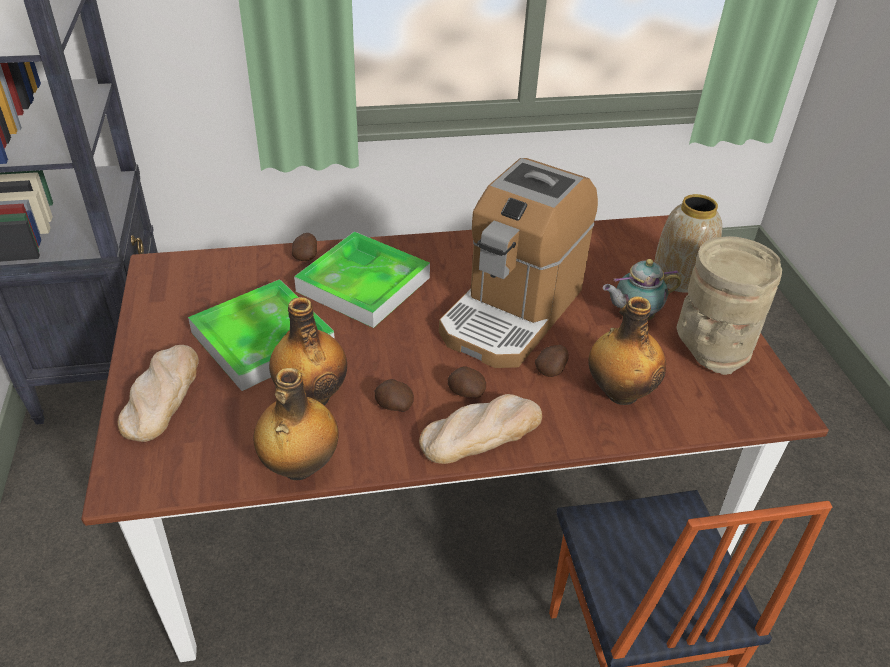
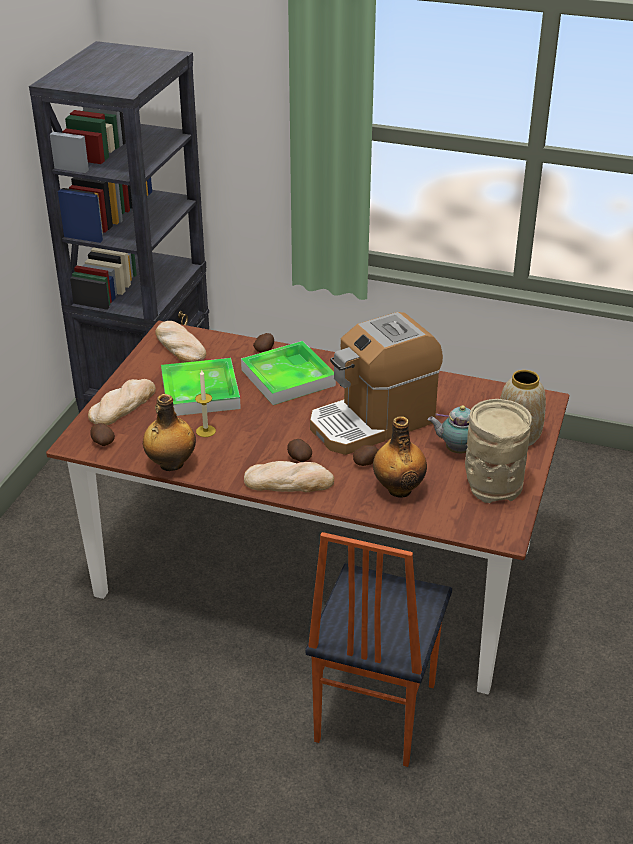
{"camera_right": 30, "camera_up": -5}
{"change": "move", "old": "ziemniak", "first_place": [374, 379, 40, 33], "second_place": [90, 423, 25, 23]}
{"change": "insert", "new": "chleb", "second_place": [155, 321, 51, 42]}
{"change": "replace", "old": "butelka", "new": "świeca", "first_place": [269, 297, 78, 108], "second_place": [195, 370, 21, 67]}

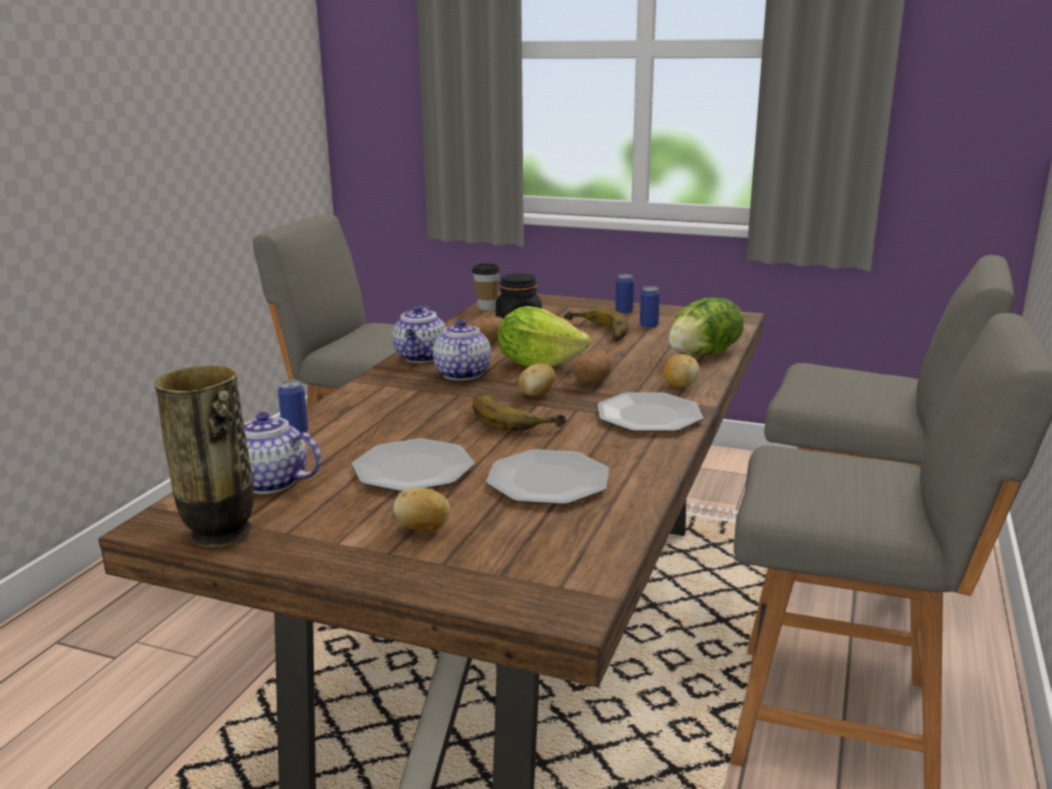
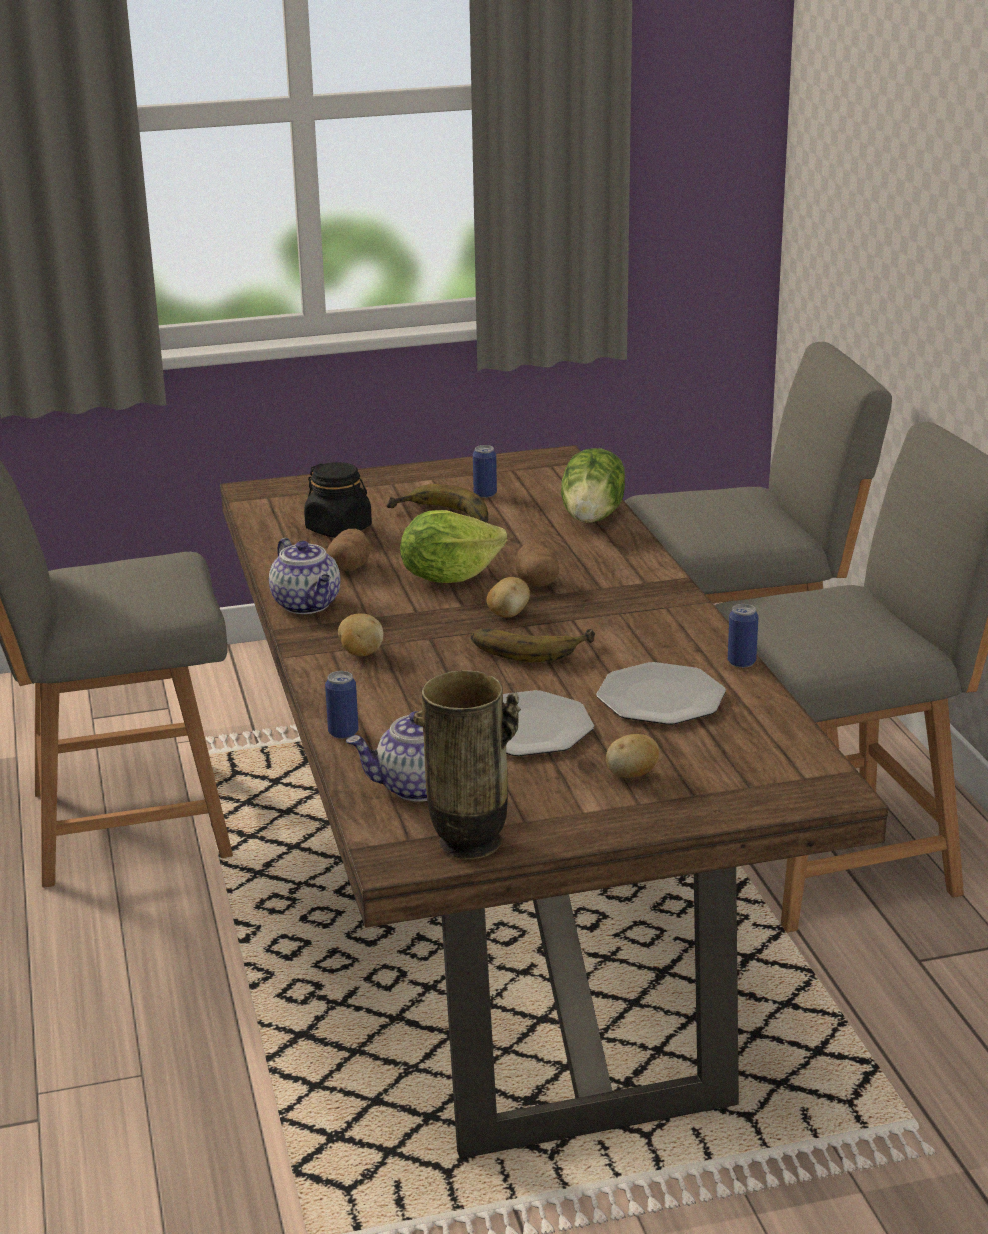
{"camera_right": -35, "camera_up": 5}
{"change": "move", "old": "ziemniak", "first_place": [663, 354, 36, 34], "second_place": [338, 613, 46, 43]}
{"change": "move", "old": "puszka", "first_place": [615, 274, 19, 40], "second_place": [728, 604, 31, 64]}
{"change": "delete", "old": "imbryk", "first_place": [433, 319, 58, 62]}
{"change": "delete", "old": "filiżanka", "first_place": [472, 263, 29, 47]}
{"change": "delete", "old": "talerz", "first_place": [597, 392, 106, 40]}

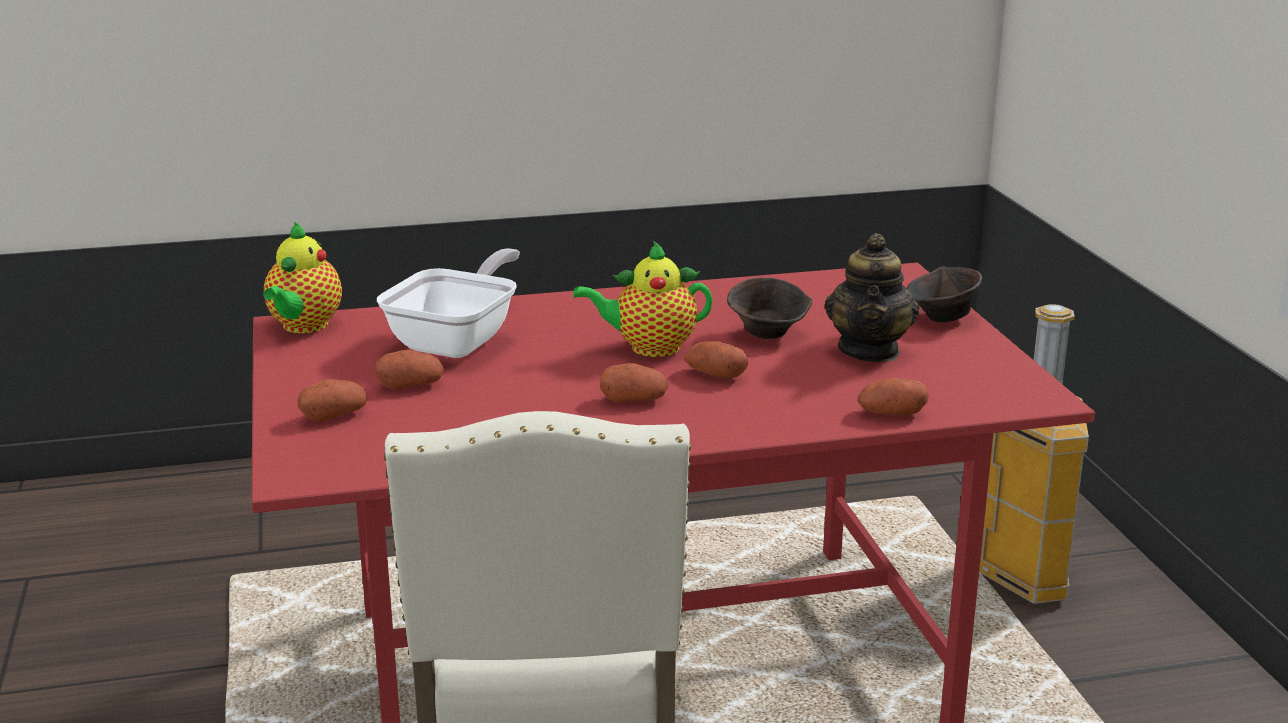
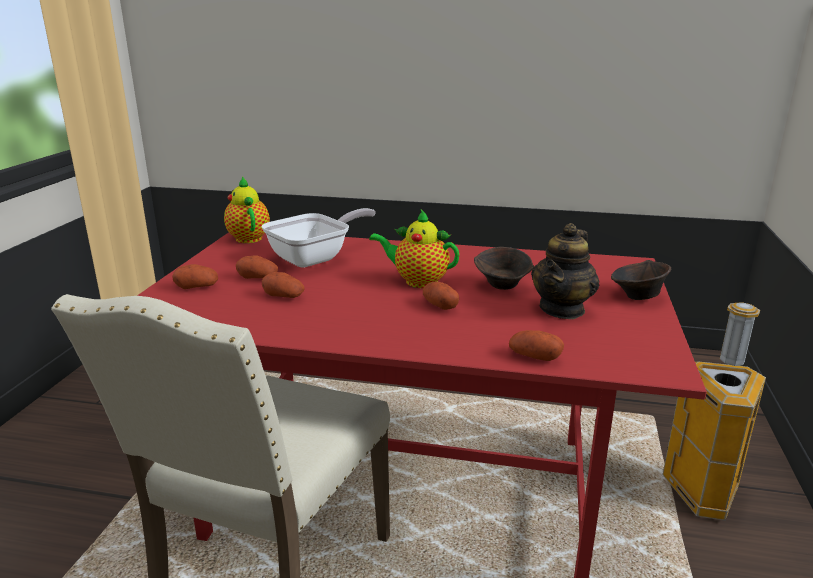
{"camera_right": 25, "camera_up": 0}
{"change": "rotate", "old": "imbryk", "first_place": [263, 222, 79, 111], "second_place": [224, 176, 46, 67], "degrees": 120}
{"change": "move", "old": "ziemniak", "first_place": [600, 363, 68, 39], "second_place": [262, 272, 43, 26]}

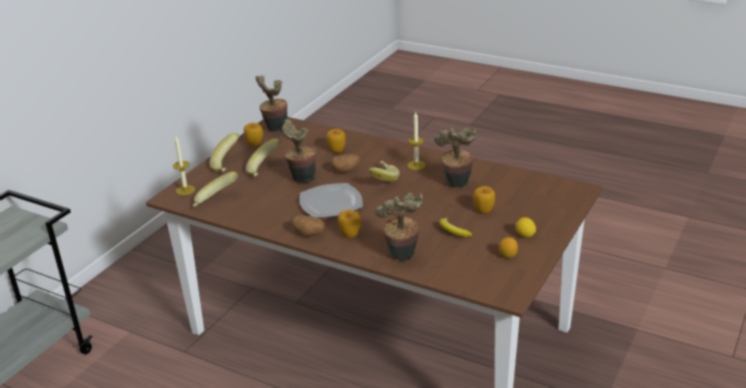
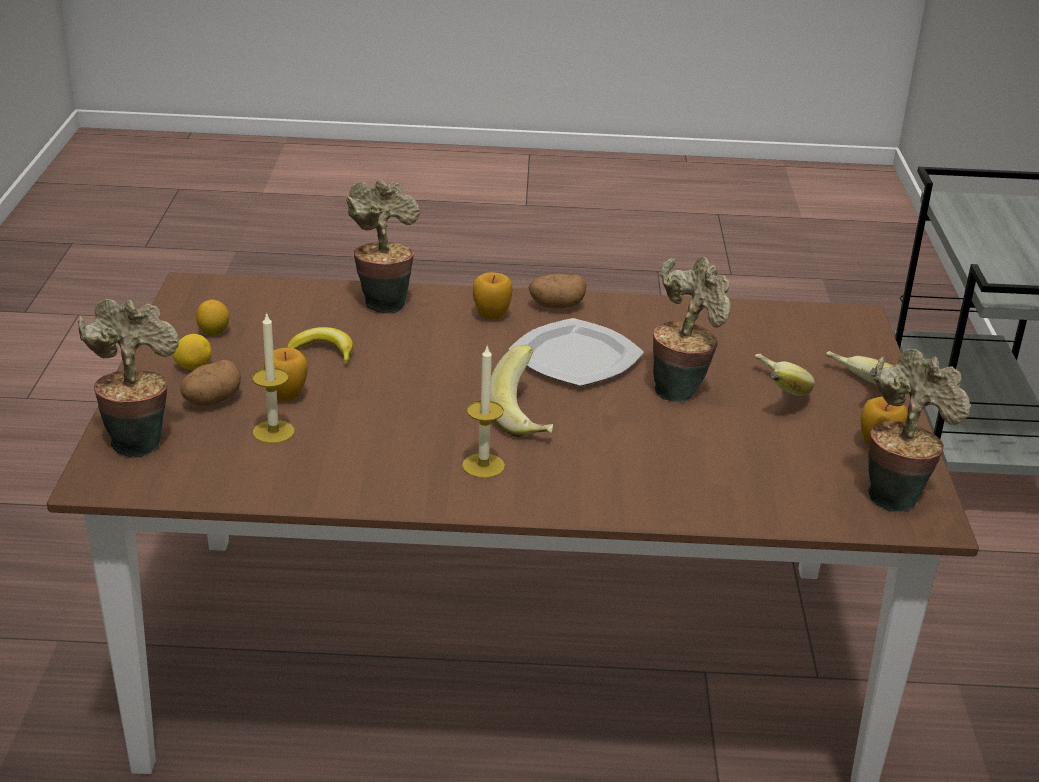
{"camera_right": 150, "camera_up": 0}
{"change": "move", "old": "roślina doniczkowa", "first_place": [434, 127, 43, 60], "second_place": [78, 299, 101, 158]}
{"change": "move", "old": "ziemniak", "first_place": [331, 154, 29, 18], "second_place": [180, 360, 61, 46]}
{"change": "move", "old": "świeca", "first_place": [173, 136, 22, 59], "second_place": [252, 312, 43, 132]}
{"change": "delete", "old": "banan", "first_place": [193, 171, 45, 36]}
{"change": "delete", "old": "jabłko", "first_place": [326, 129, 20, 24]}

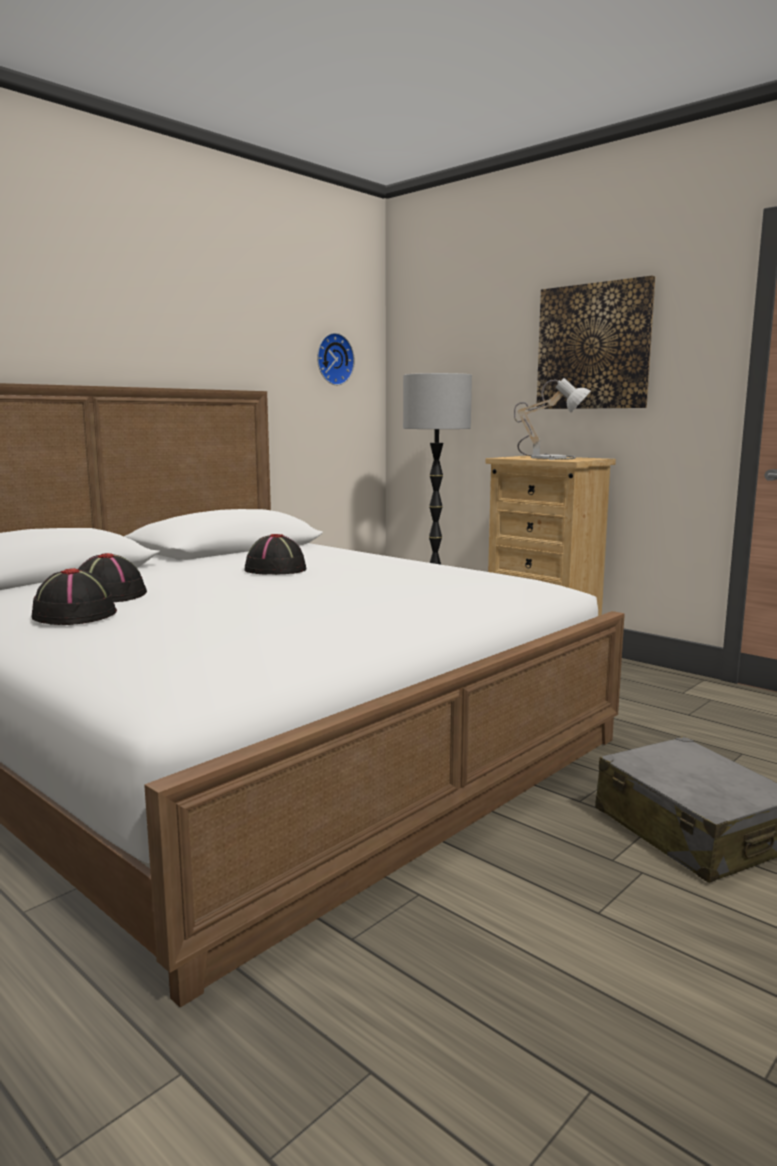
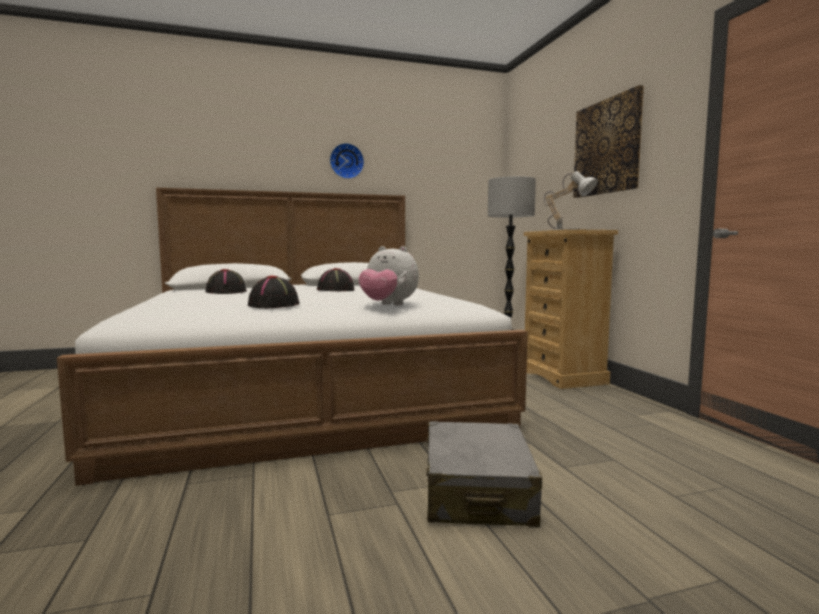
{"camera_right": 30, "camera_up": -5}
{"change": "move", "old": "kapelusz [czarny]", "first_place": [31, 568, 86, 57], "second_place": [248, 276, 52, 32]}
{"change": "move", "old": "zegar ścienny", "first_place": [317, 333, 38, 52], "second_place": [330, 143, 34, 36]}
{"change": "insert", "new": "pluszak", "second_place": [359, 246, 60, 60]}

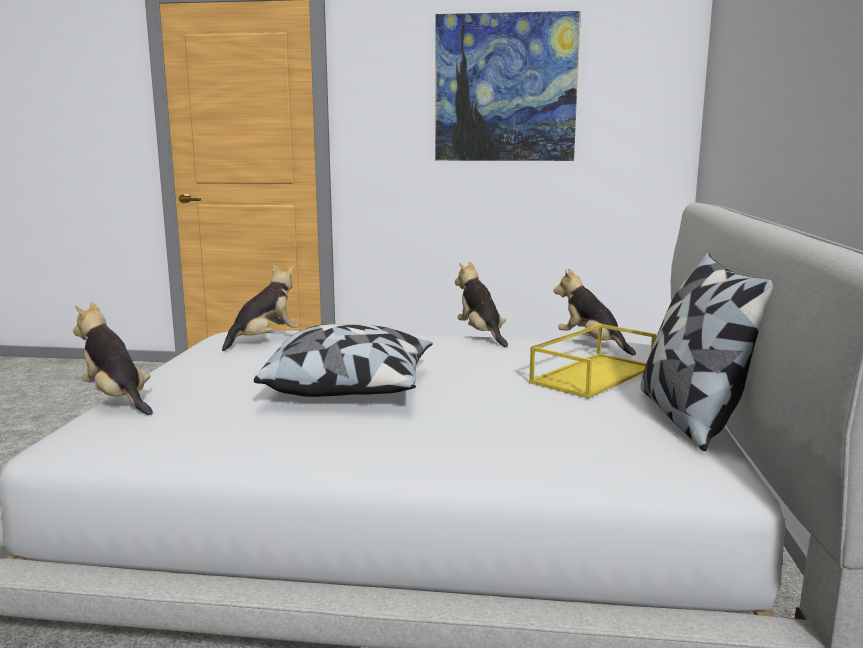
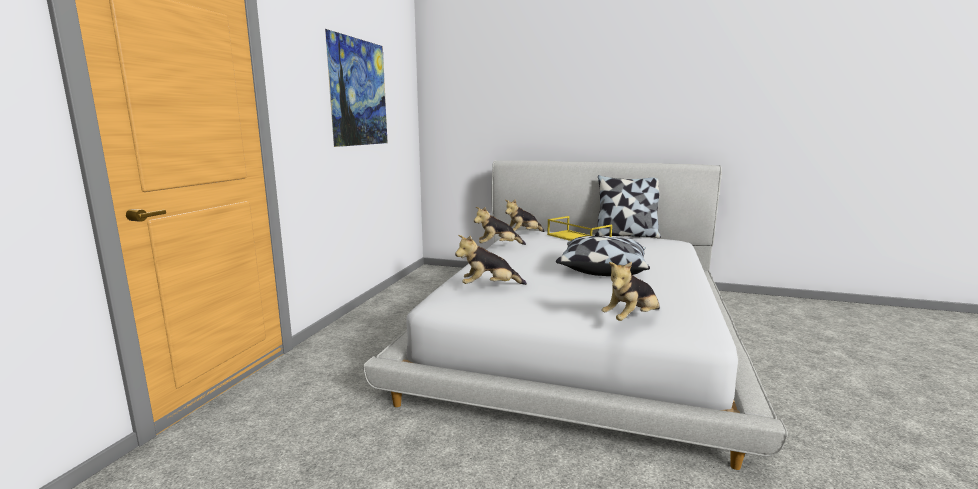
{"camera_right": -80, "camera_up": 0}
{"change": "rotate", "old": "pluszak", "first_place": [222, 264, 77, 87], "second_place": [455, 235, 72, 50], "degrees": -60}

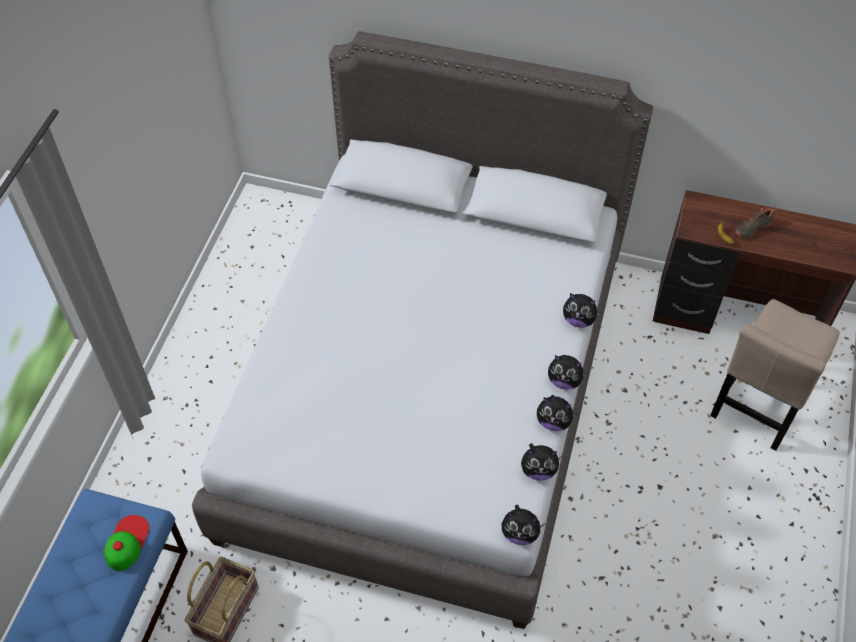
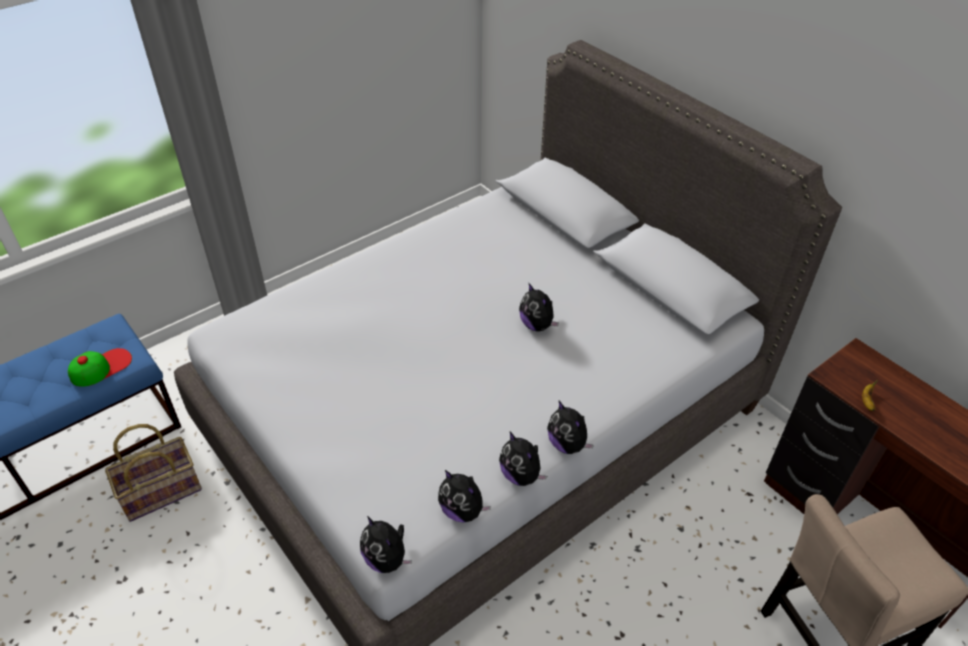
{"camera_right": 35, "camera_up": -10}
{"change": "move", "old": "pluszak", "first_place": [563, 293, 39, 35], "second_place": [519, 282, 40, 50]}
{"change": "delete", "old": "but [czarny]", "first_place": [735, 207, 41, 31]}

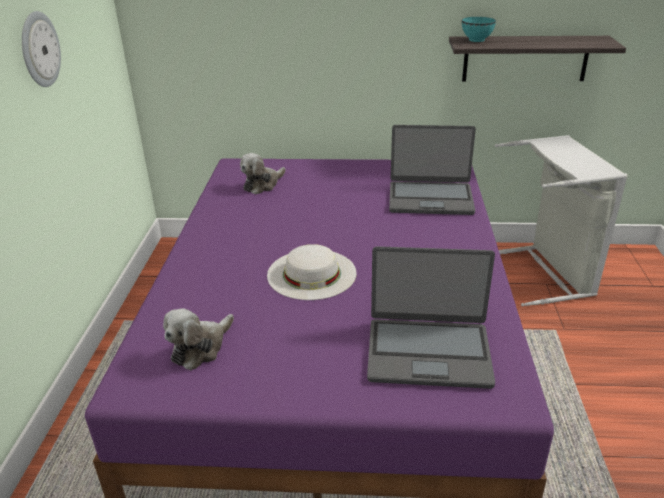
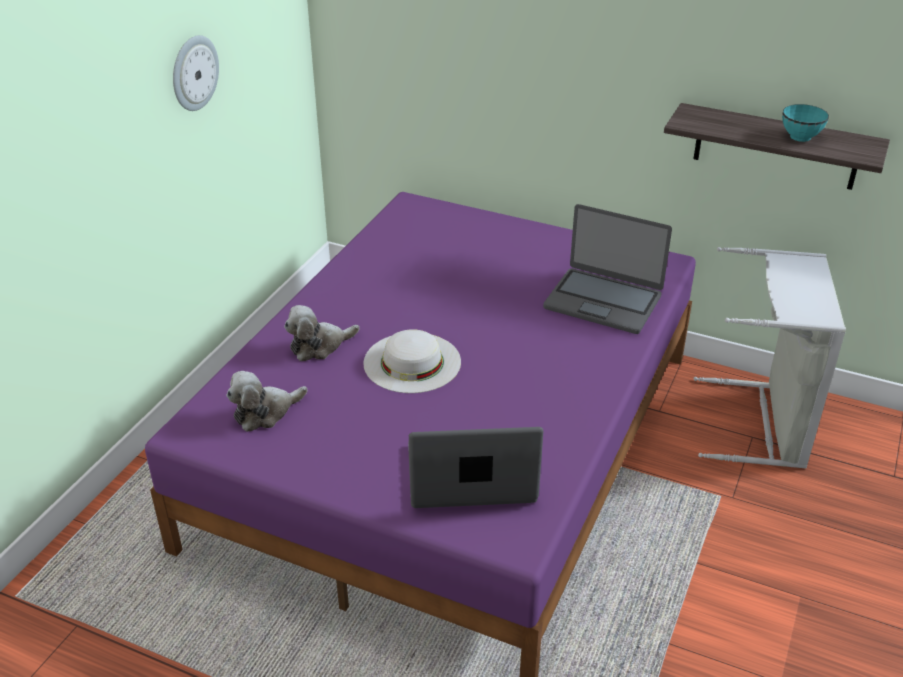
{"camera_right": 20, "camera_up": 5}
{"change": "move", "old": "pluszak", "first_place": [240, 153, 46, 41], "second_place": [284, 305, 76, 56]}
{"change": "rotate", "old": "laptop", "first_place": [367, 246, 128, 143], "second_place": [408, 427, 135, 81], "degrees": 150}
{"change": "move", "old": "miska [turkusowy]", "first_place": [462, 17, 34, 25], "second_place": [782, 104, 47, 38]}

